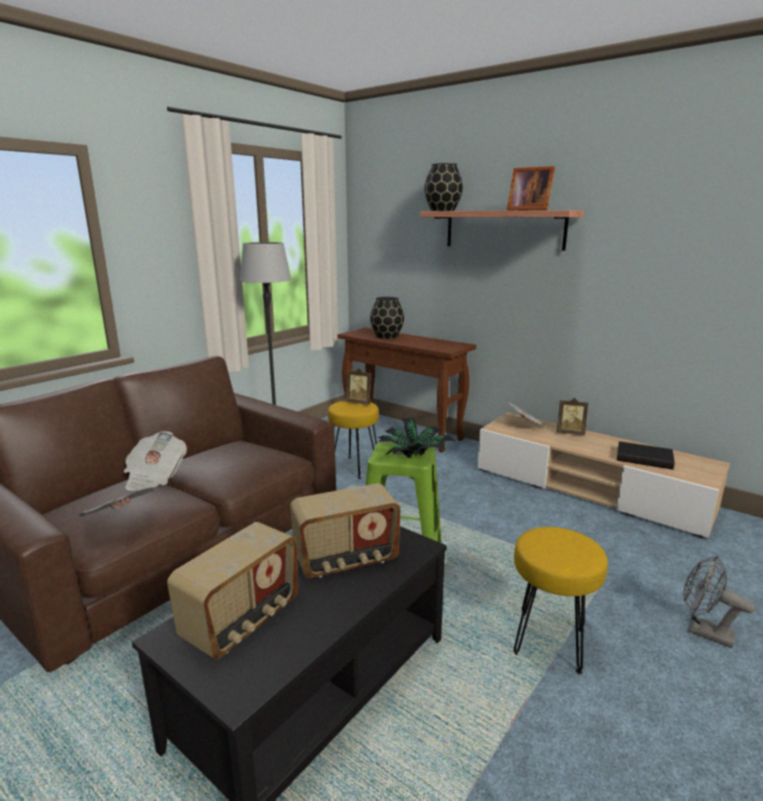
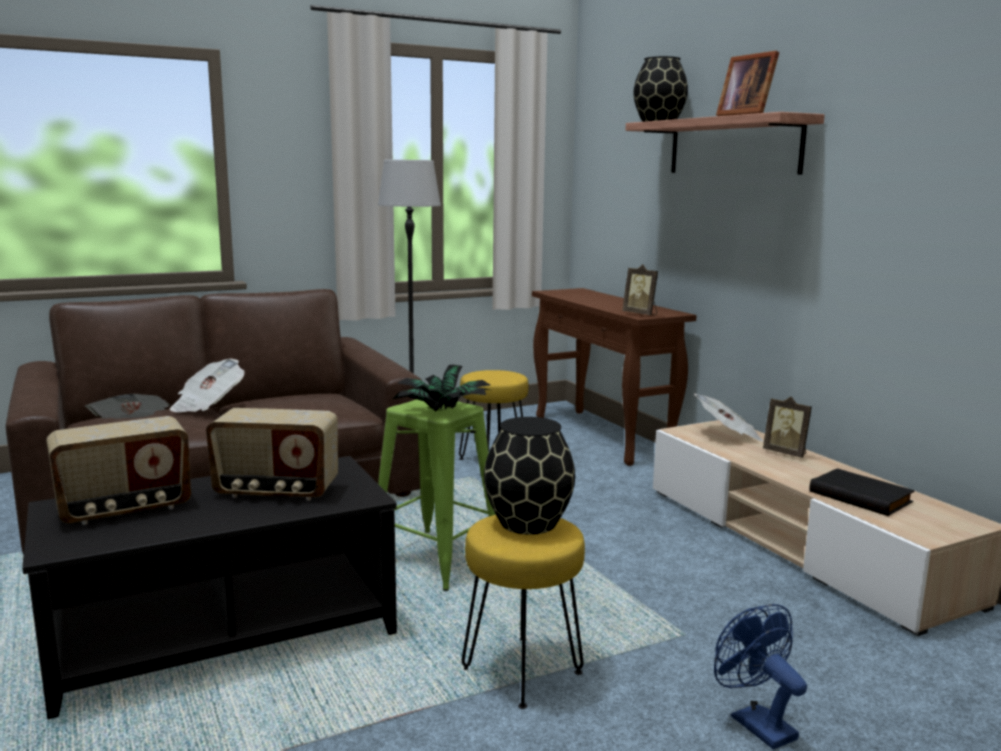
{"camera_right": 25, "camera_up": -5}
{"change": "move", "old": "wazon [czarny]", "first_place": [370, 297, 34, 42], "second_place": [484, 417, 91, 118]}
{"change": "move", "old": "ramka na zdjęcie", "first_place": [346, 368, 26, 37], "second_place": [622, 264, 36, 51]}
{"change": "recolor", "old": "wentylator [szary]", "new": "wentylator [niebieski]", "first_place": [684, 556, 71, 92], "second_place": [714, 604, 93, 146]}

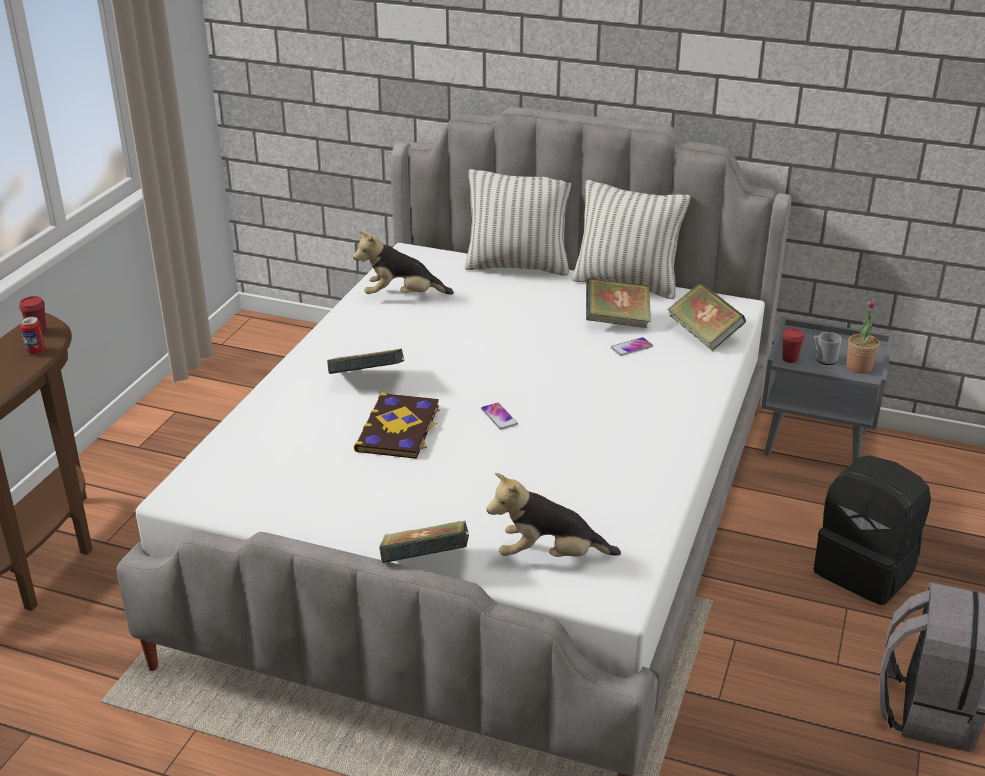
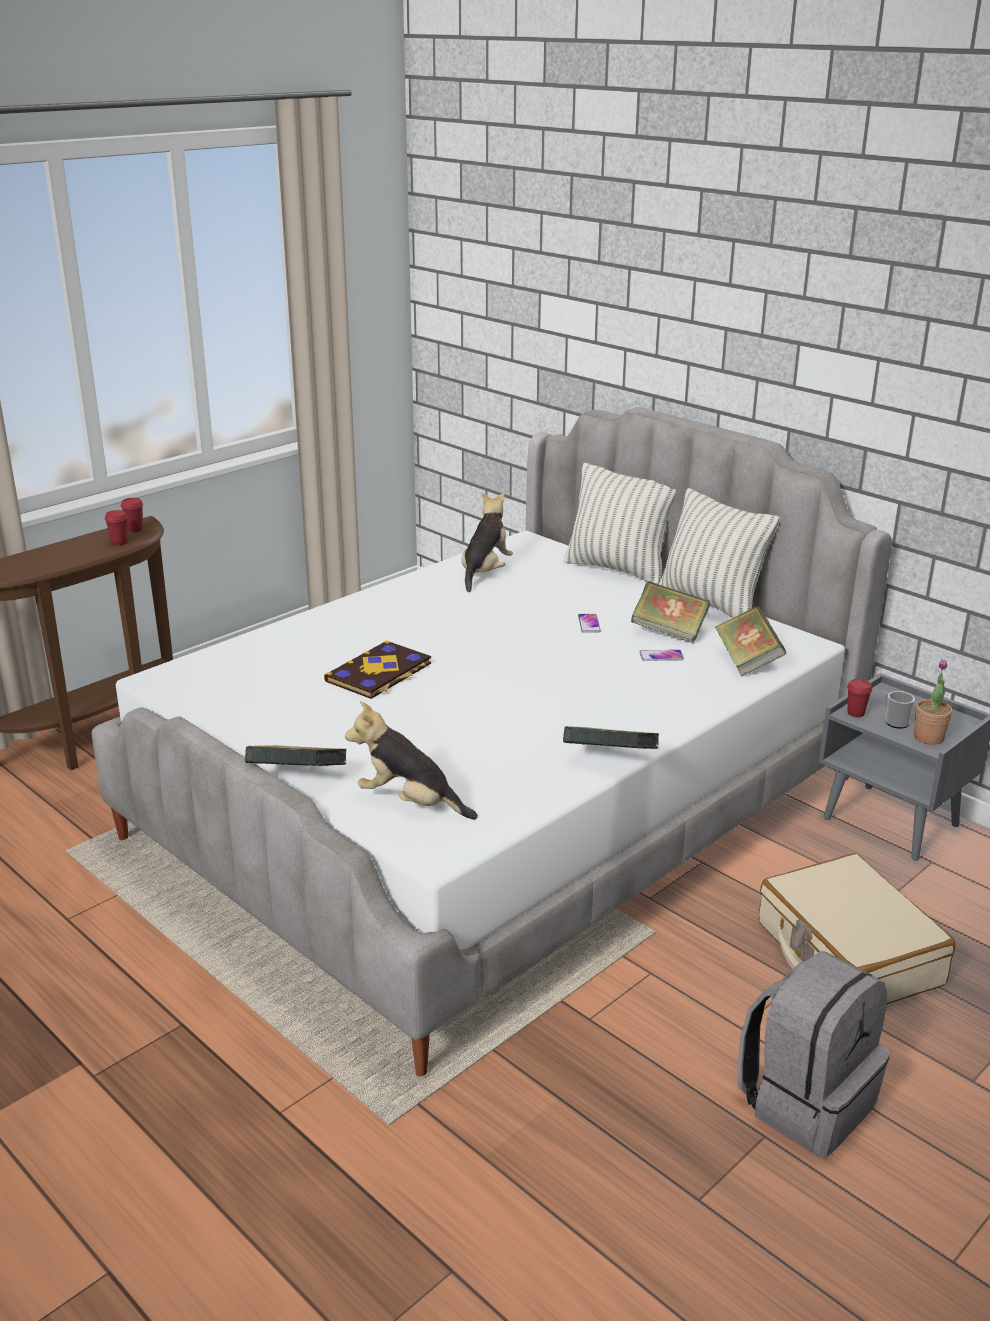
{"camera_right": 25, "camera_up": -5}
{"change": "replace", "old": "puszka", "new": "filiżanka [czerwony]", "first_place": [20, 317, 25, 37], "second_place": [105, 510, 23, 36]}
{"change": "rotate", "old": "pluszak", "first_place": [353, 230, 101, 65], "second_place": [462, 493, 51, 99], "degrees": 90}
{"change": "move", "old": "książka", "first_place": [327, 349, 77, 25], "second_place": [563, 726, 96, 23]}
{"change": "move", "old": "telefon", "first_place": [481, 403, 37, 27], "second_place": [578, 614, 23, 19]}
{"change": "replace", "old": "plecak [czarny]", "new": "walizka [beżowy]", "first_place": [814, 455, 117, 150], "second_place": [759, 853, 197, 151]}

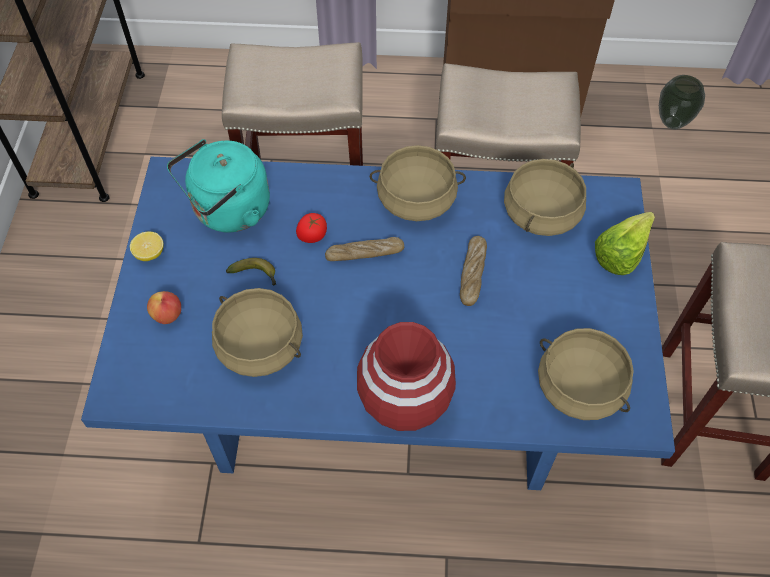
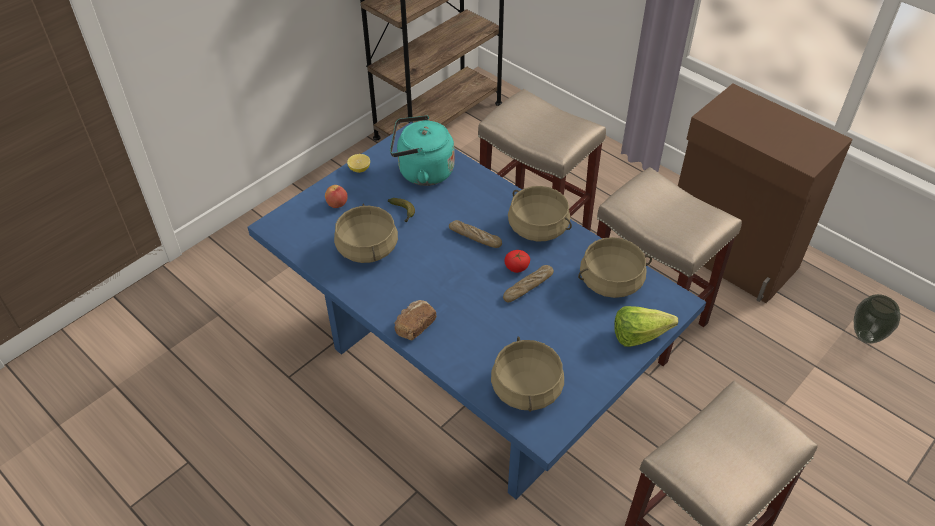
{"camera_right": 40, "camera_up": -10}
{"change": "replace", "old": "wazon [czerwony]", "new": "chleb", "first_place": [357, 322, 99, 109], "second_place": [394, 300, 42, 40]}
{"change": "move", "old": "pomidor", "first_place": [296, 213, 31, 30], "second_place": [504, 250, 26, 23]}

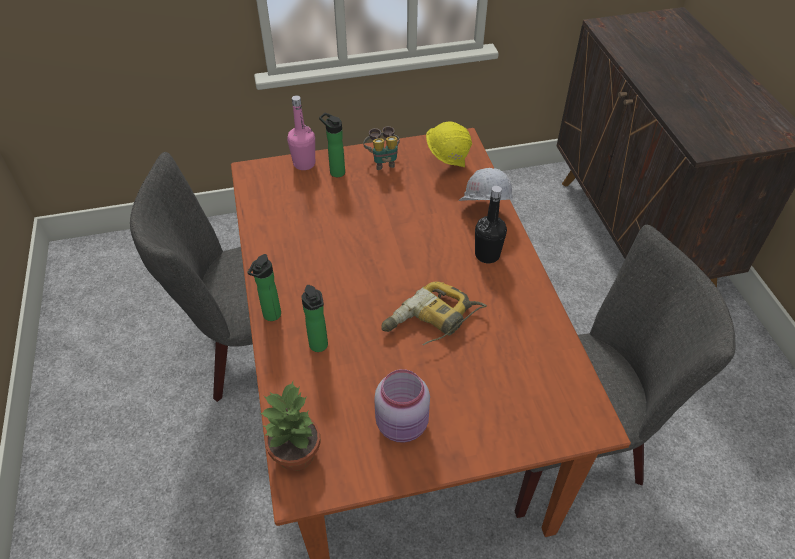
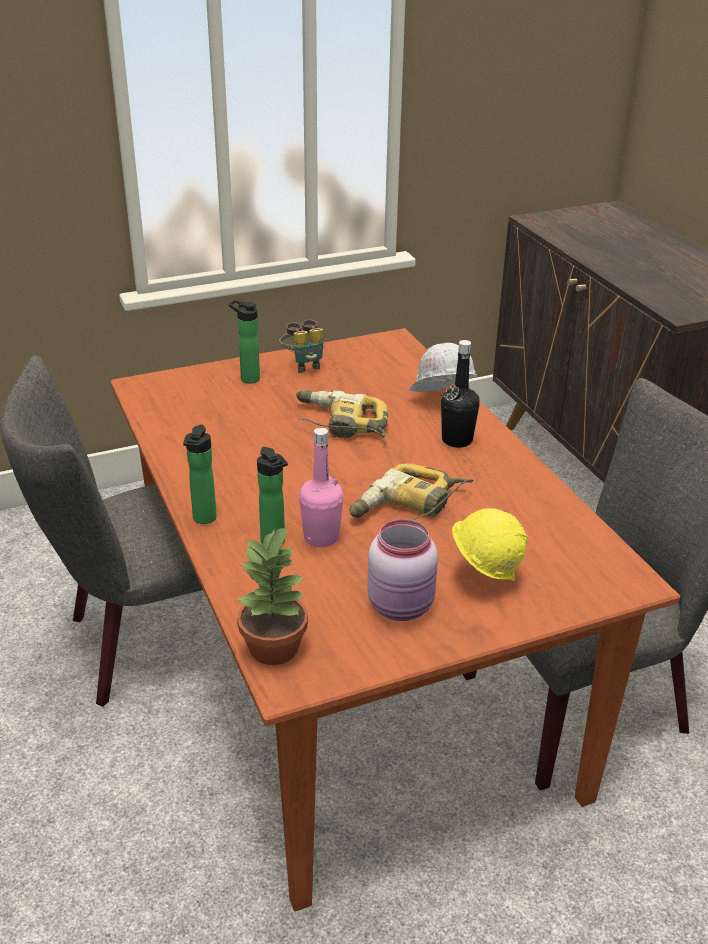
{"camera_right": -10, "camera_up": -15}
{"change": "insert", "new": "wiertarka", "second_place": [296, 389, 92, 49]}
{"change": "move", "old": "butelka [różowy]", "first_place": [287, 95, 28, 75], "second_place": [299, 428, 45, 119]}
{"change": "move", "old": "kask [żółty]", "first_place": [426, 122, 46, 45], "second_place": [452, 508, 76, 73]}

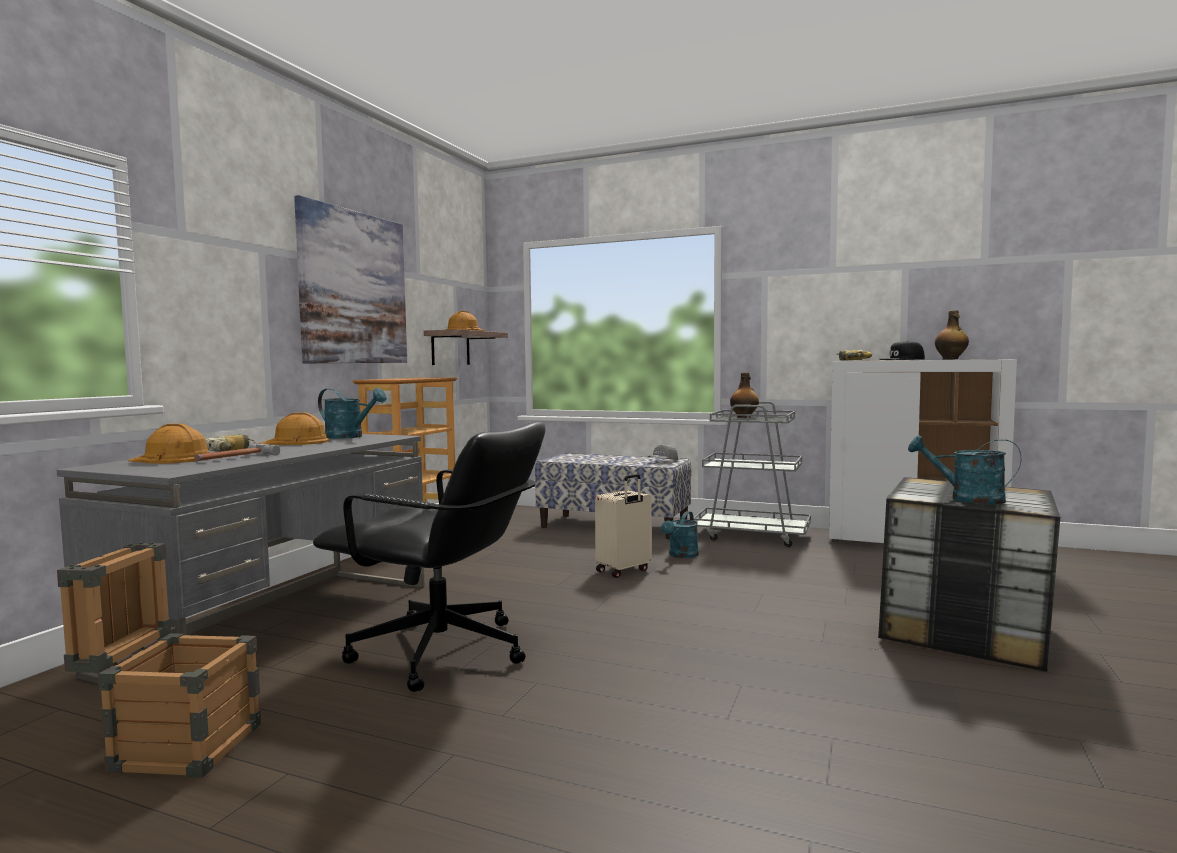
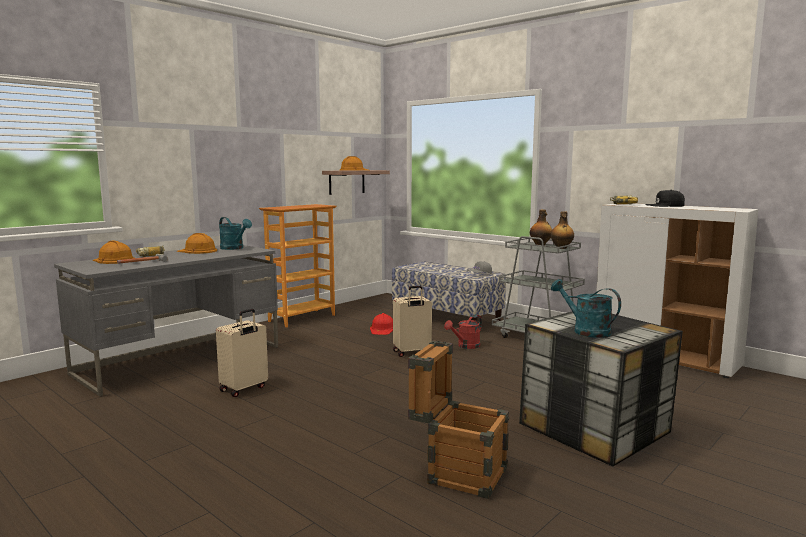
{"camera_right": 20, "camera_up": 5}
{"change": "replace", "old": "krzesło biurowe [czarny]", "new": "walizka [beżowy]", "first_place": [313, 422, 232, 270], "second_place": [216, 309, 52, 88]}
{"change": "insert", "new": "kask [czerwony]", "second_place": [370, 313, 23, 22]}
{"change": "move", "old": "skrzynka", "first_place": [57, 542, 204, 236], "second_place": [408, 340, 101, 159]}
{"change": "recolor", "old": "konewka [turkusowy]", "new": "konewka [czerwony]", "first_place": [661, 511, 38, 47], "second_place": [444, 314, 38, 35]}
{"change": "move", "old": "butelka", "first_place": [935, 310, 34, 49], "second_place": [551, 211, 23, 38]}
{"change": "delete", "old": "obraz", "first_place": [294, 195, 113, 168]}

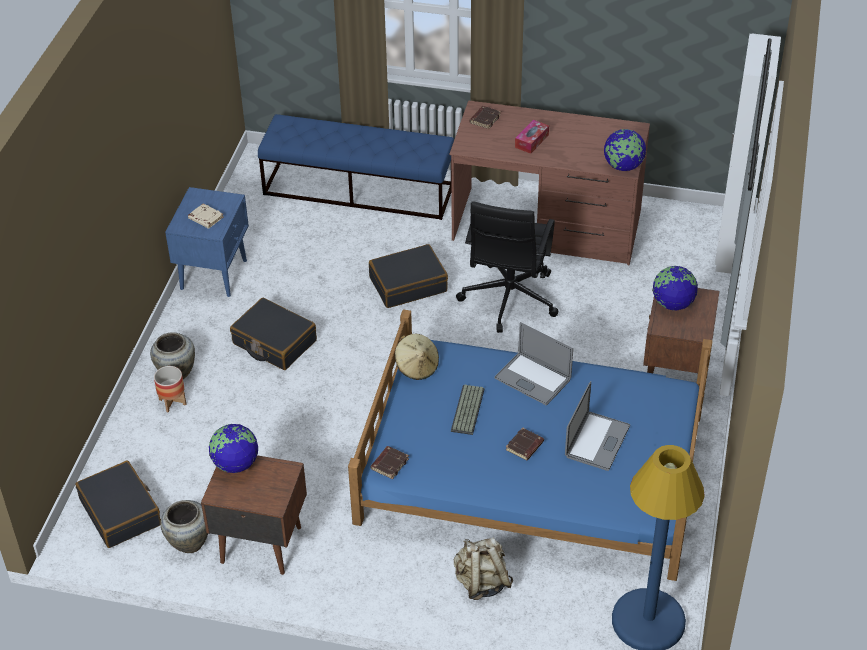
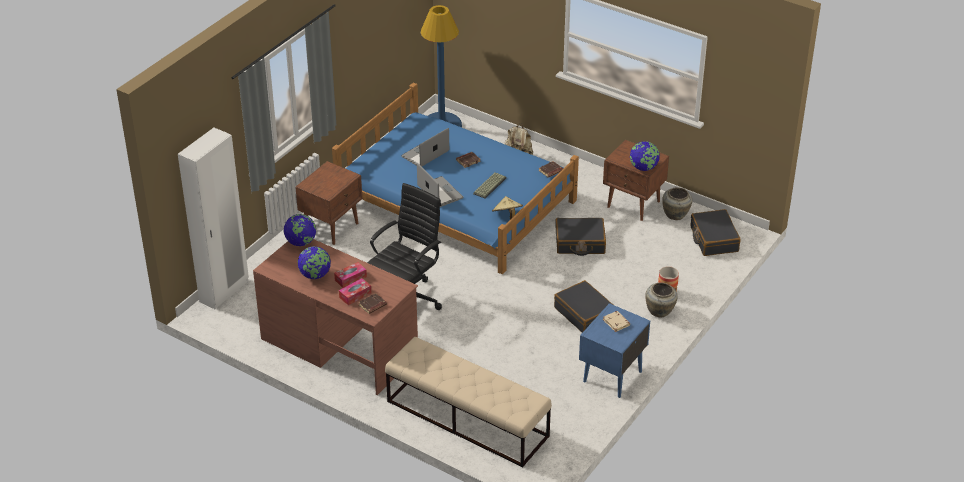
{"camera_right": -160, "camera_up": -5}
{"change": "move", "old": "globus", "first_place": [652, 266, 46, 44], "second_place": [298, 246, 33, 33]}
{"change": "insert", "new": "pudełko chusteczek", "second_place": [339, 278, 32, 27]}
{"change": "recolor", "old": "ławka [niebieski]", "new": "ławka [beżowy]", "first_place": [258, 114, 196, 106], "second_place": [385, 337, 167, 131]}
{"change": "move", "old": "walizka [czarny]", "first_place": [369, 244, 79, 64], "second_place": [555, 218, 51, 38]}

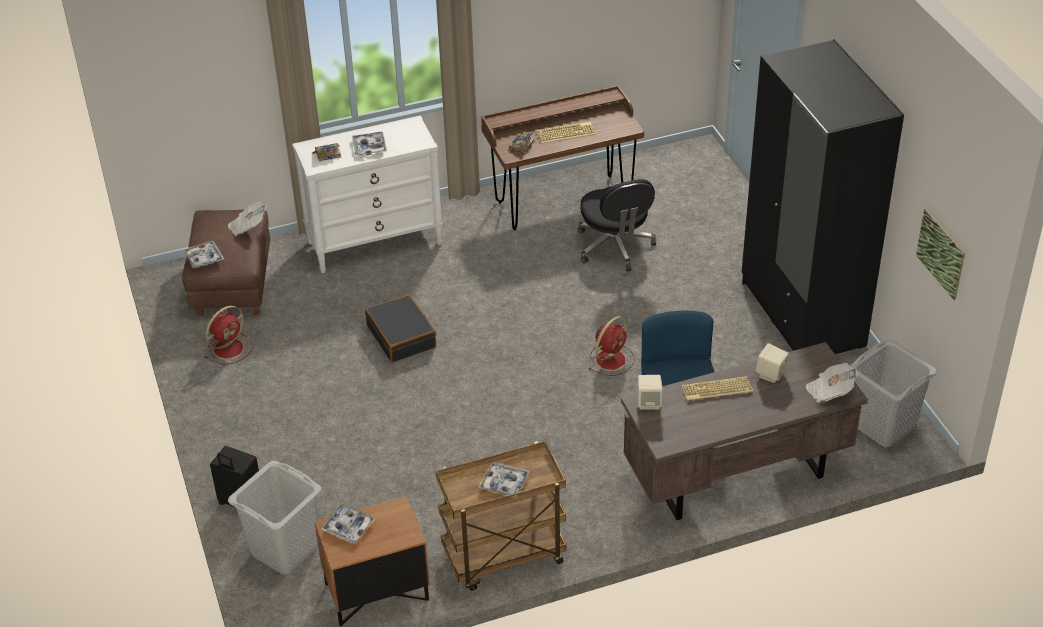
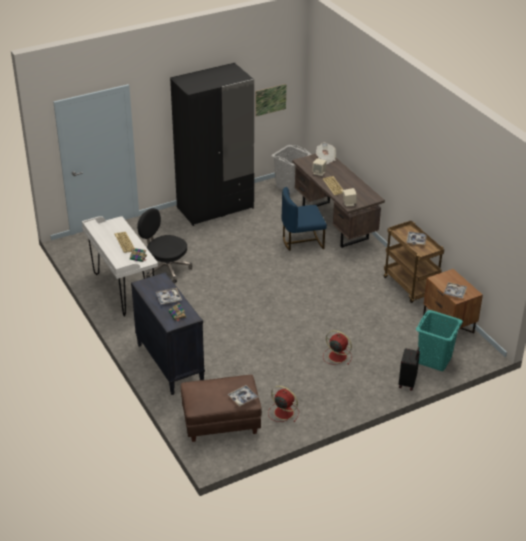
{"camera_right": -100, "camera_up": -5}
{"change": "recolor", "old": "biurko [brązowy]", "new": "biurko [biały]", "first_place": [481, 85, 163, 145], "second_place": [82, 216, 76, 100]}
{"change": "recolor", "old": "komoda [biały]", "new": "komoda [czarny]", "first_place": [292, 115, 151, 158], "second_place": [131, 272, 74, 123]}
{"change": "rotate", "old": "krzesło biurowe [czarny]", "first_place": [577, 179, 79, 92], "second_place": [137, 208, 55, 75], "degrees": -120}
{"change": "move", "old": "wentylator [czerwony]", "first_place": [588, 316, 47, 60], "second_place": [323, 330, 29, 35]}
{"change": "recolor", "old": "kosz na pranie [szary]", "new": "kosz na pranie [turkusowy]", "first_place": [228, 461, 94, 114], "second_place": [416, 310, 47, 61]}
{"change": "delete", "old": "gazeta", "first_place": [228, 201, 39, 35]}
{"change": "delete", "old": "walizka [czarny]", "first_place": [365, 294, 71, 68]}

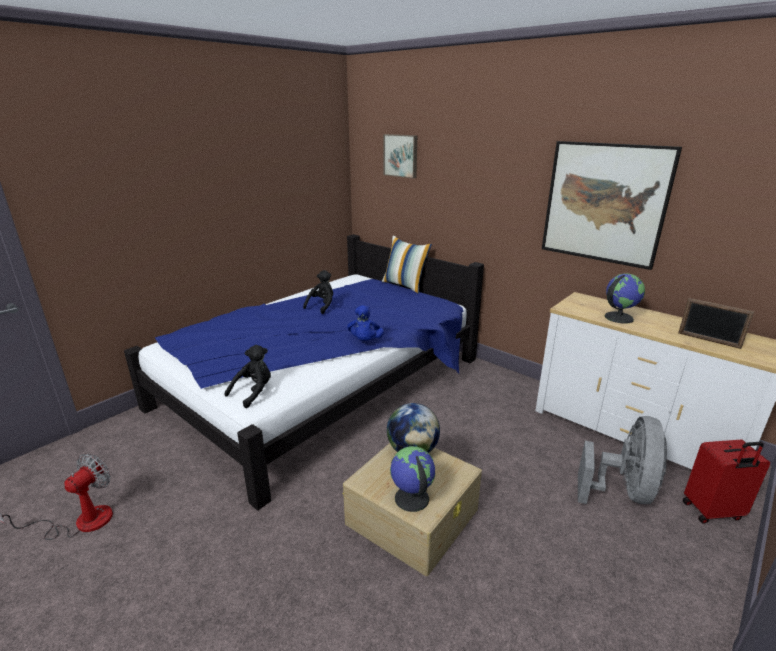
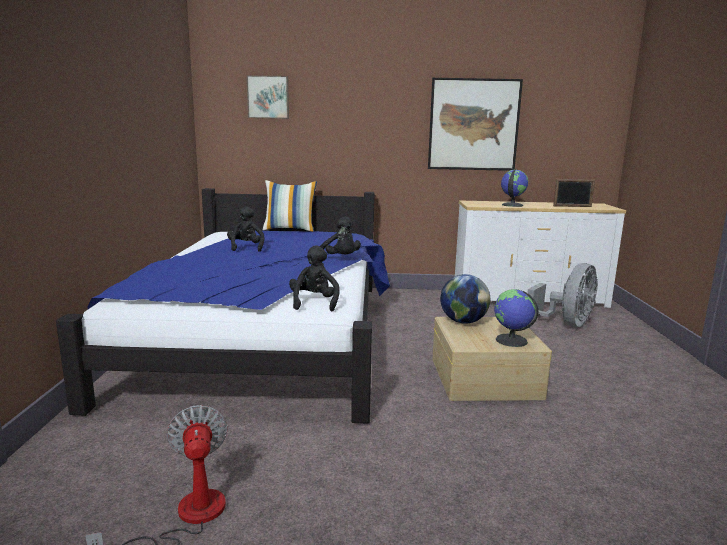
{"camera_right": -40, "camera_up": -10}
{"change": "recolor", "old": "pluszak [niebieski]", "new": "pluszak [czarny]", "first_place": [347, 305, 37, 36], "second_place": [320, 217, 41, 38]}
{"change": "rotate", "old": "wentylator [szary]", "first_place": [578, 416, 89, 88], "second_place": [527, 263, 71, 64], "degrees": 60}
{"change": "delete", "old": "walizka [czerwony]", "first_place": [682, 439, 88, 85]}

